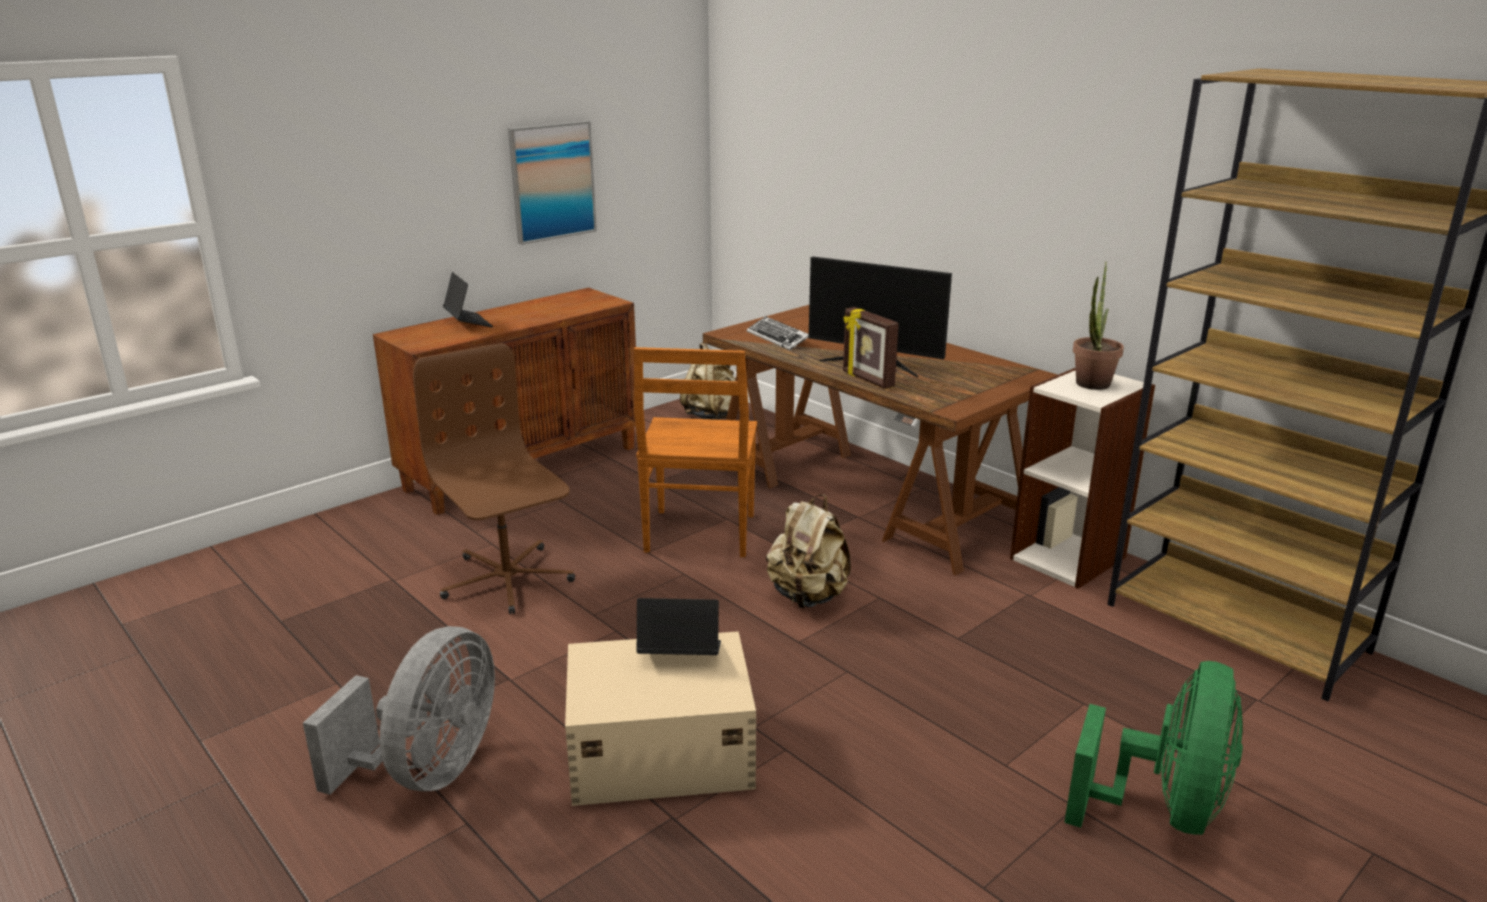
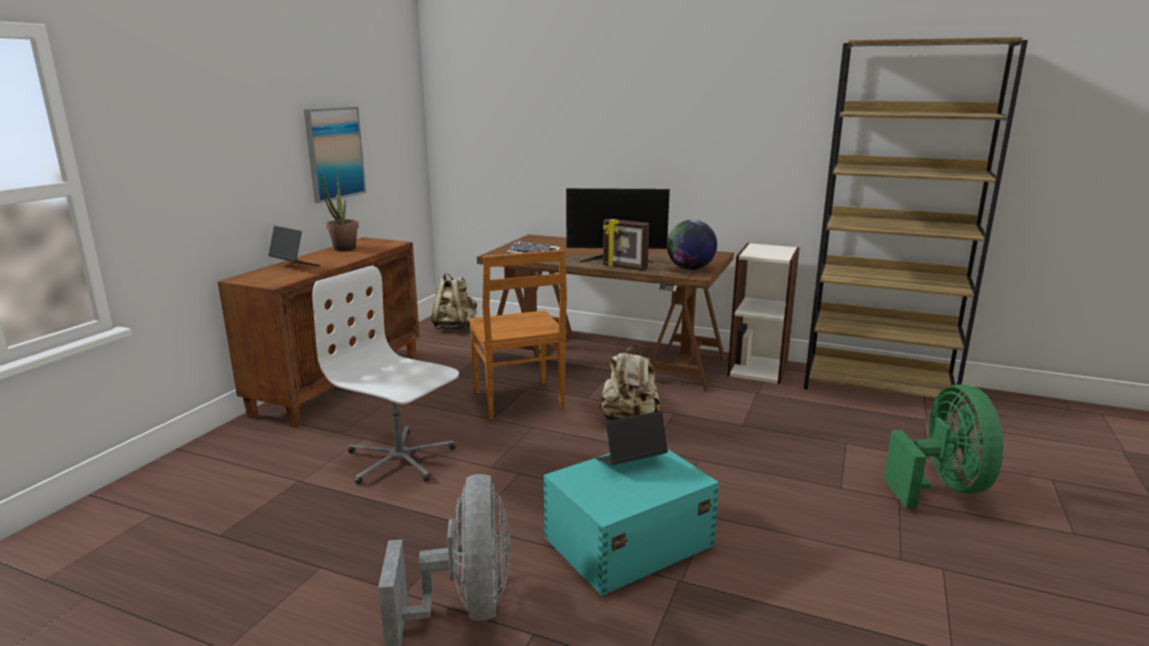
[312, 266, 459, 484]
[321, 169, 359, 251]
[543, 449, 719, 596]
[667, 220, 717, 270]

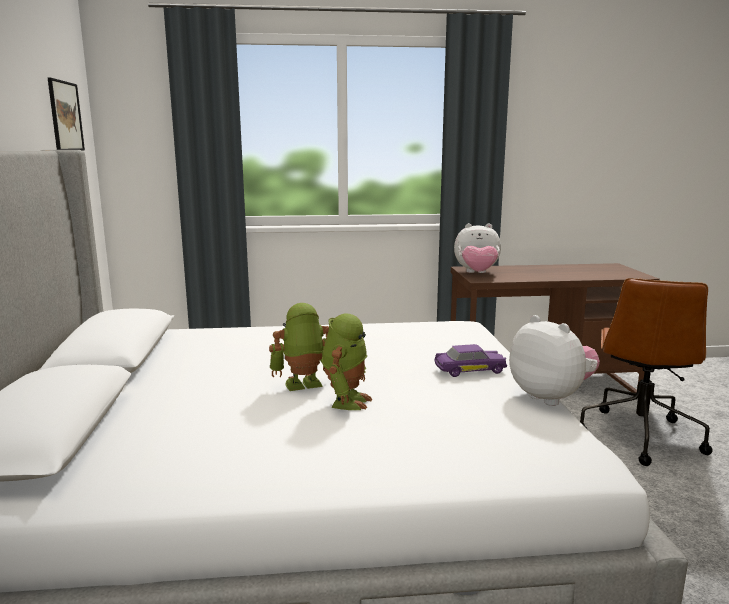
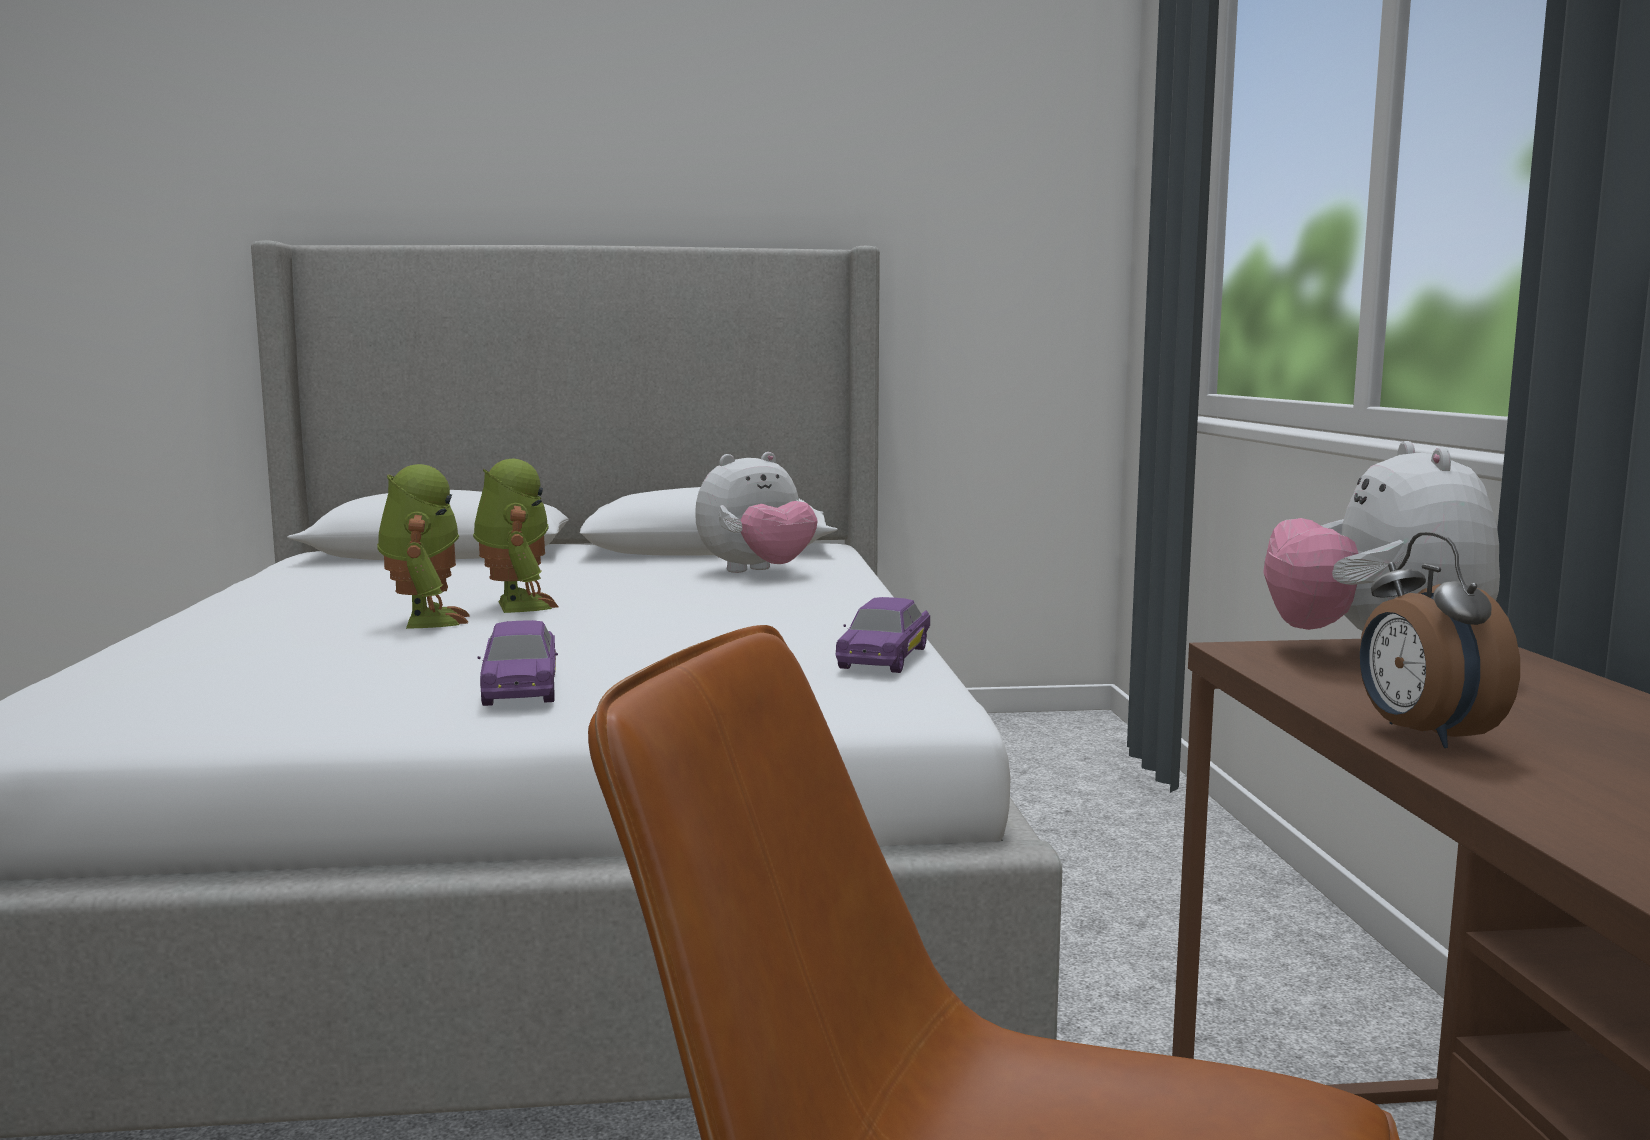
[377, 464, 470, 629]
[695, 452, 818, 573]
[835, 597, 930, 673]
[1359, 532, 1520, 748]
[48, 78, 85, 150] (first image)

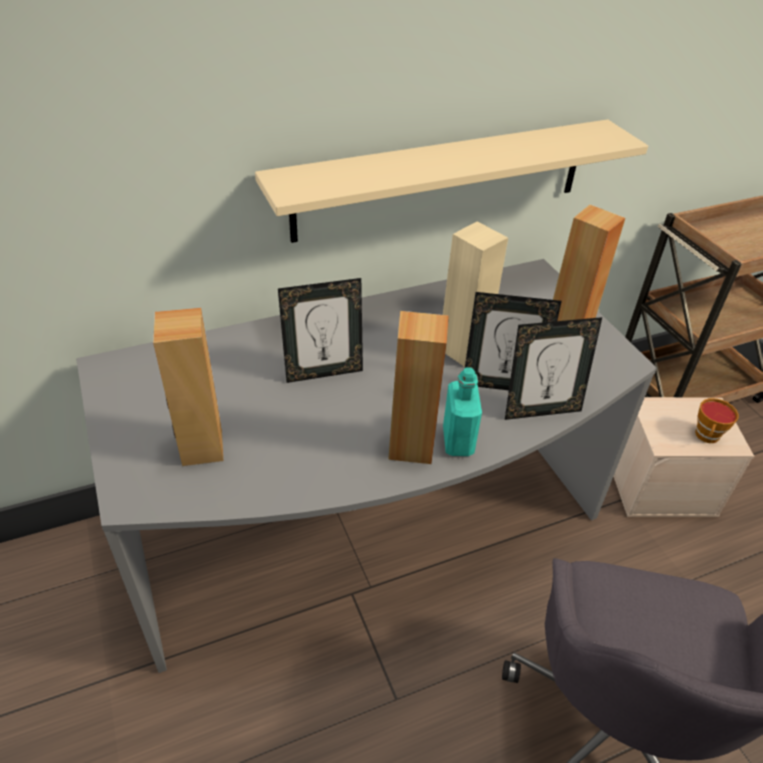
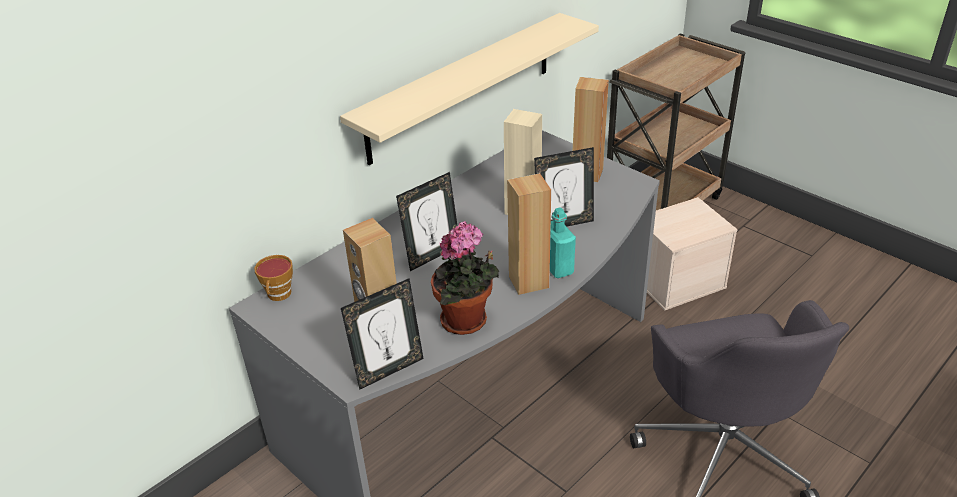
[254, 255, 293, 301]
[341, 278, 424, 390]
[431, 221, 499, 335]

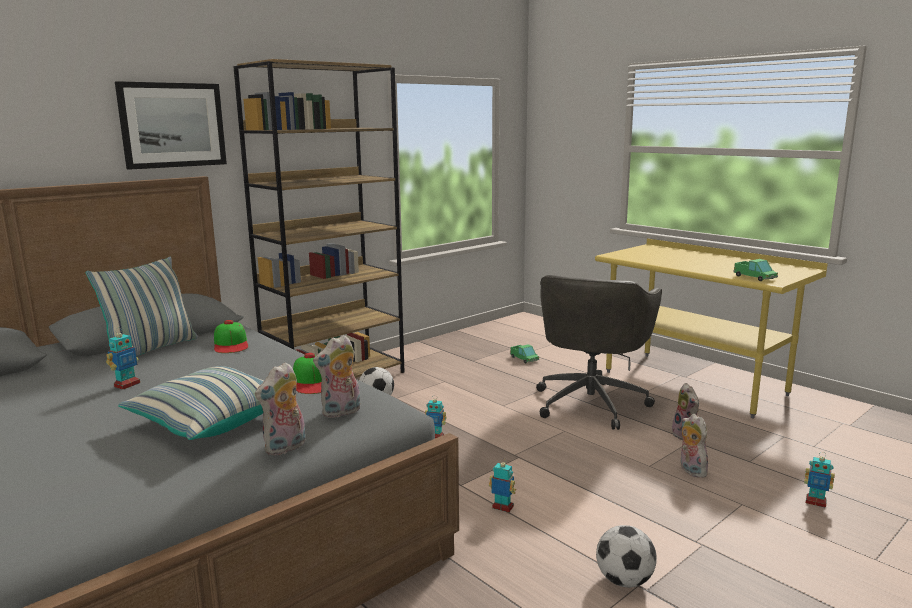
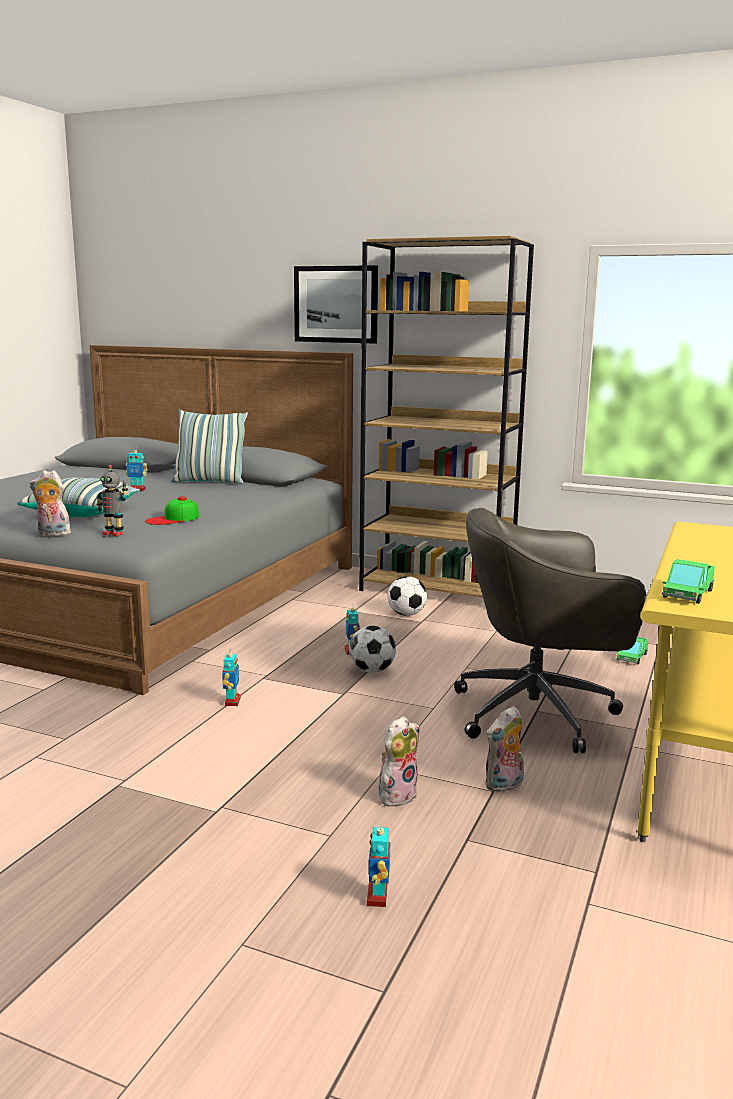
[96, 465, 128, 536]
[349, 626, 396, 673]
[214, 320, 249, 353] (first image)

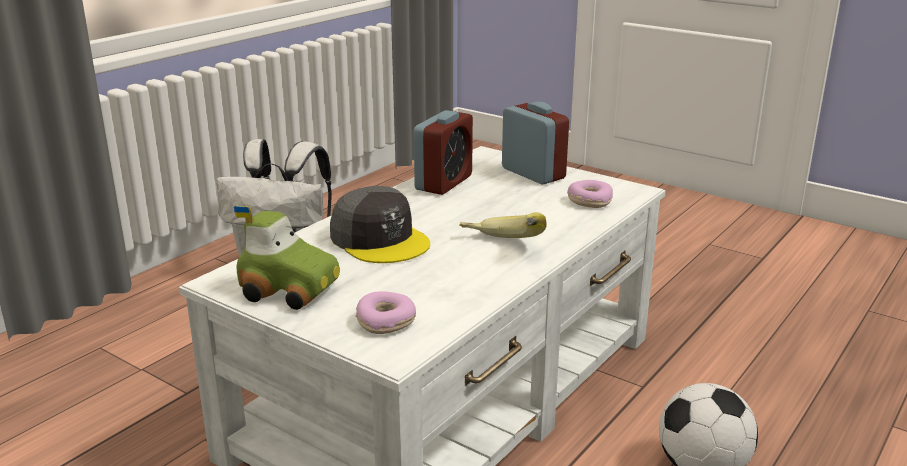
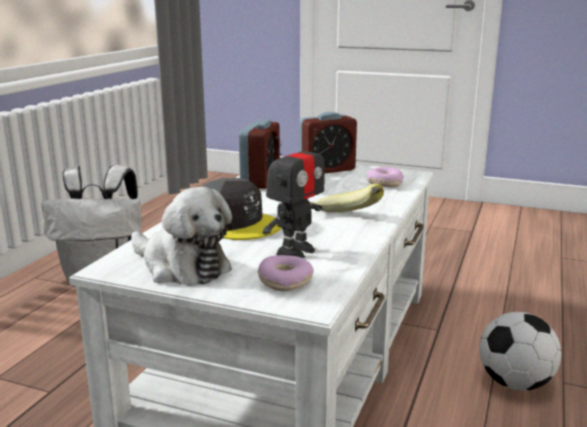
[131, 187, 232, 286]
[263, 129, 325, 258]
[299, 112, 357, 173]

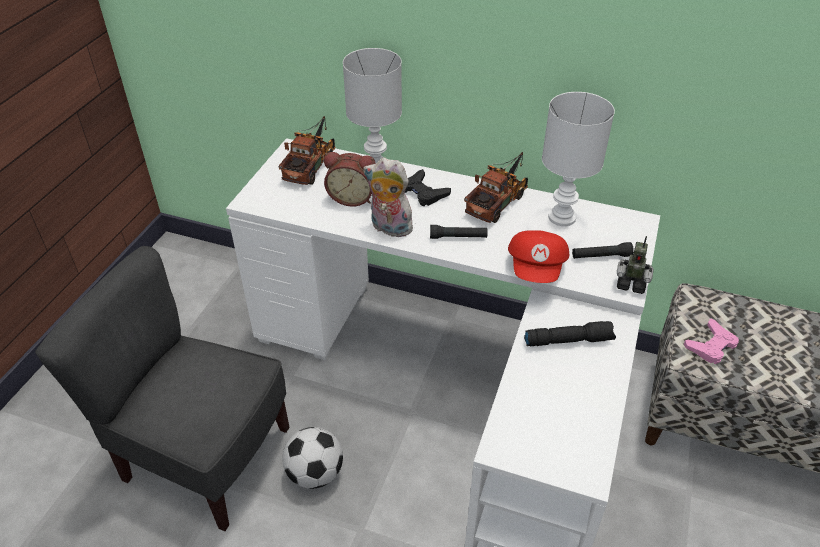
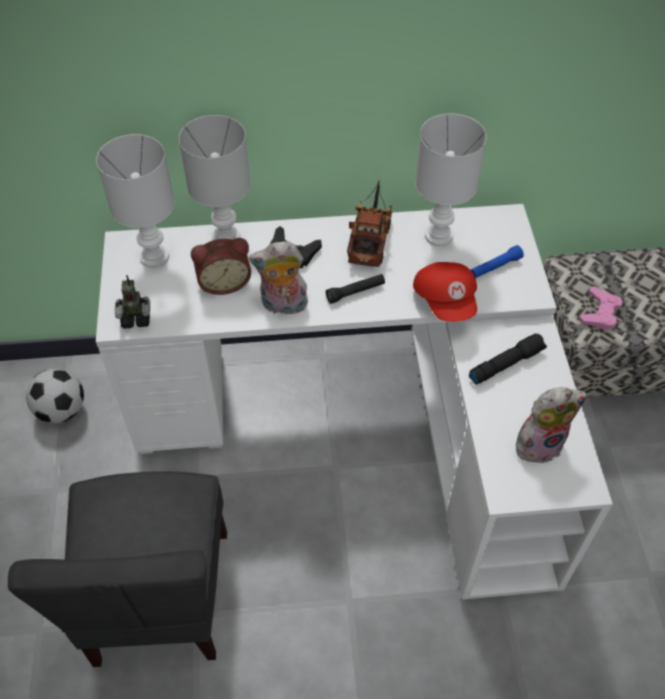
[8, 471, 227, 667]
[26, 369, 84, 423]
[96, 134, 174, 268]
[115, 275, 150, 329]
[471, 245, 524, 279]
[516, 387, 587, 465]

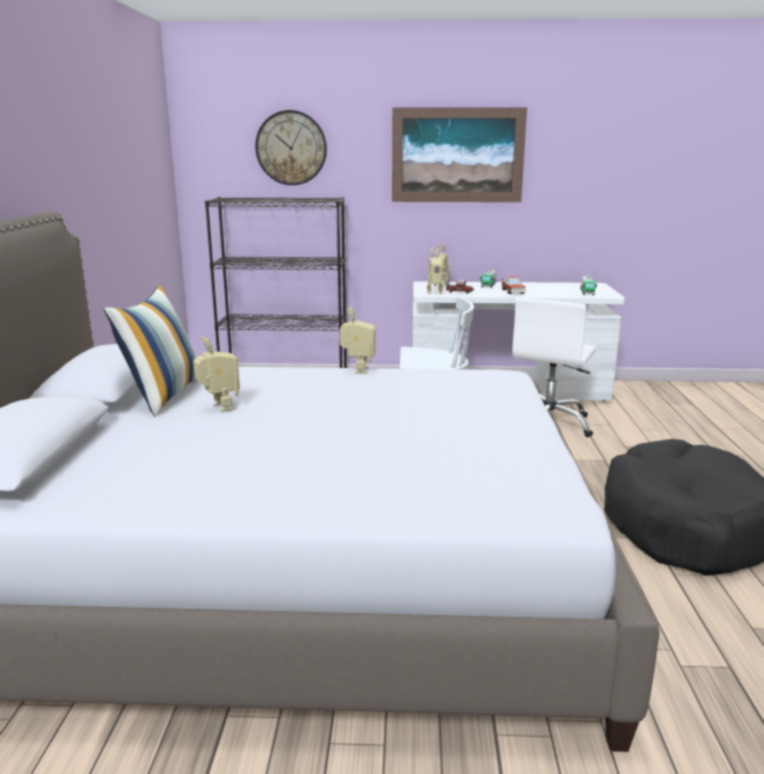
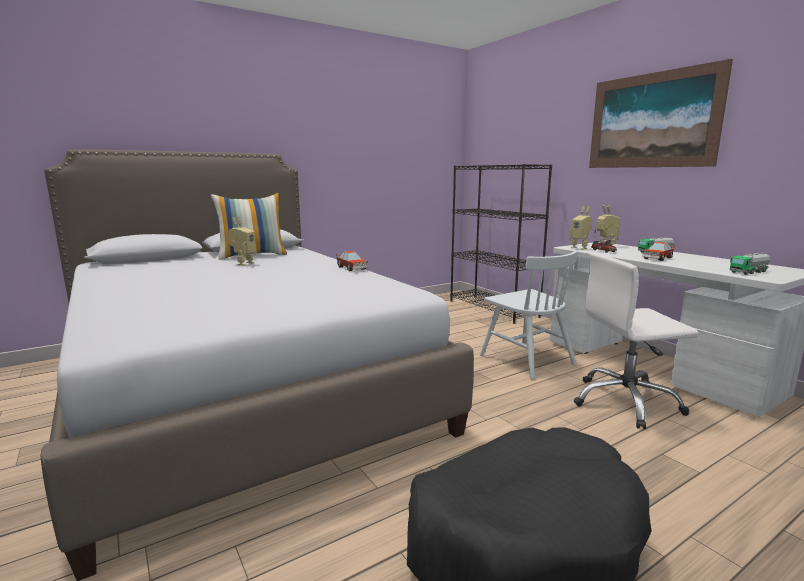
[336, 251, 368, 271]
[255, 110, 327, 185] (first image)

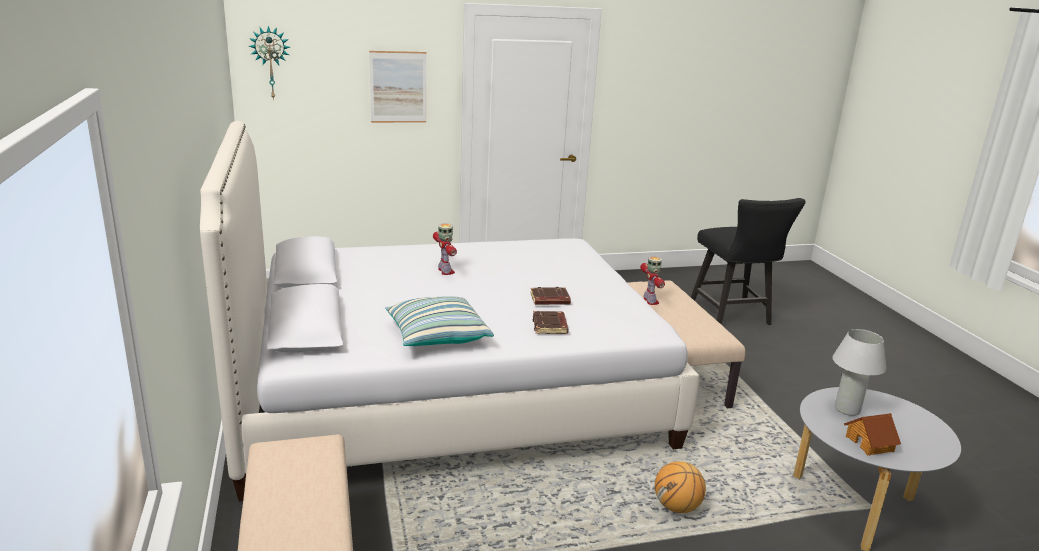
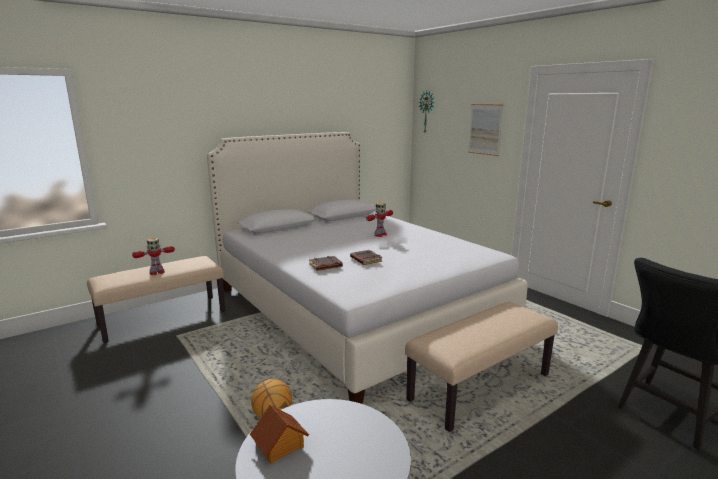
[132, 238, 175, 275]
[385, 296, 494, 346] (first image)
[832, 329, 886, 416] (first image)

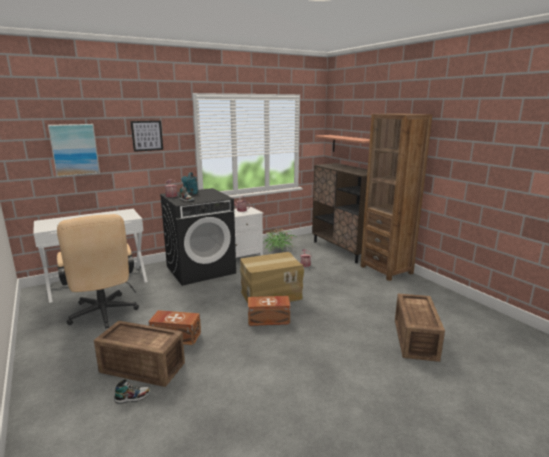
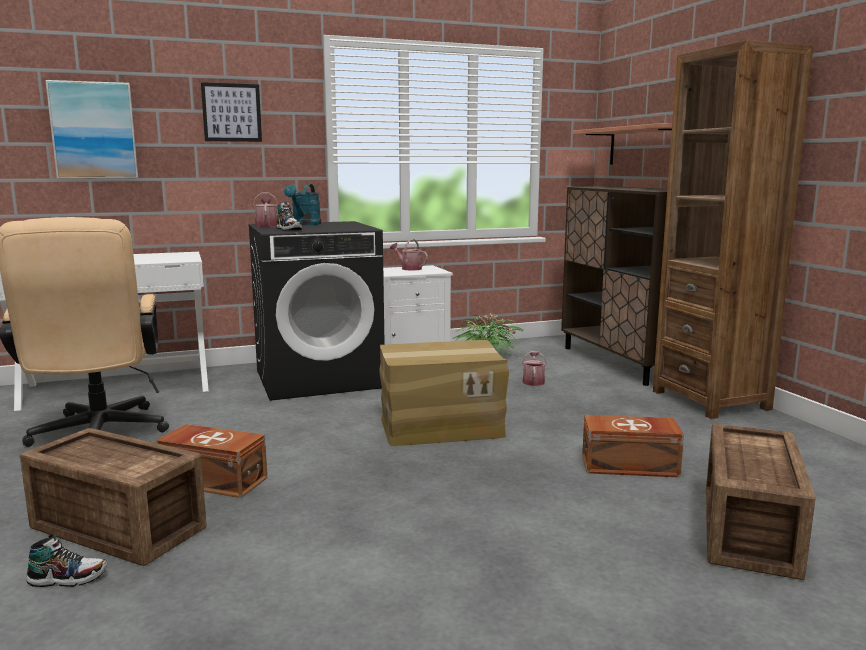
[582, 415, 684, 478]

